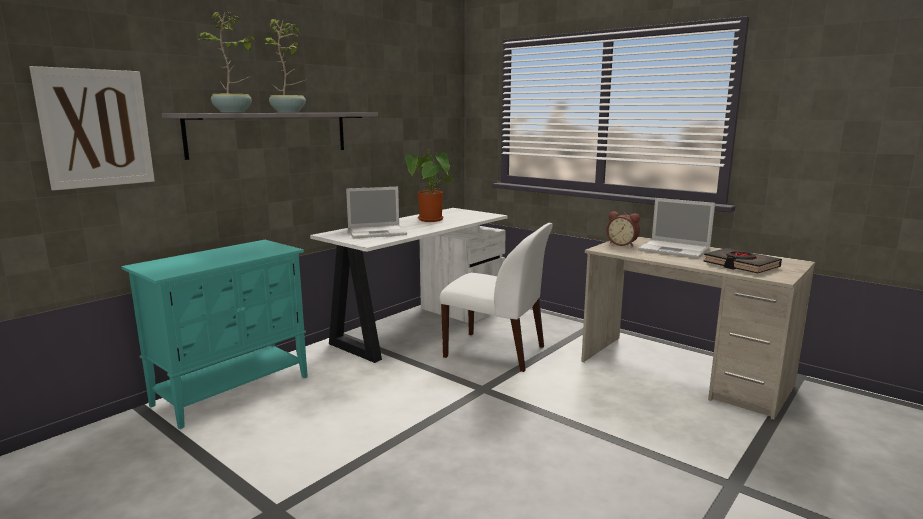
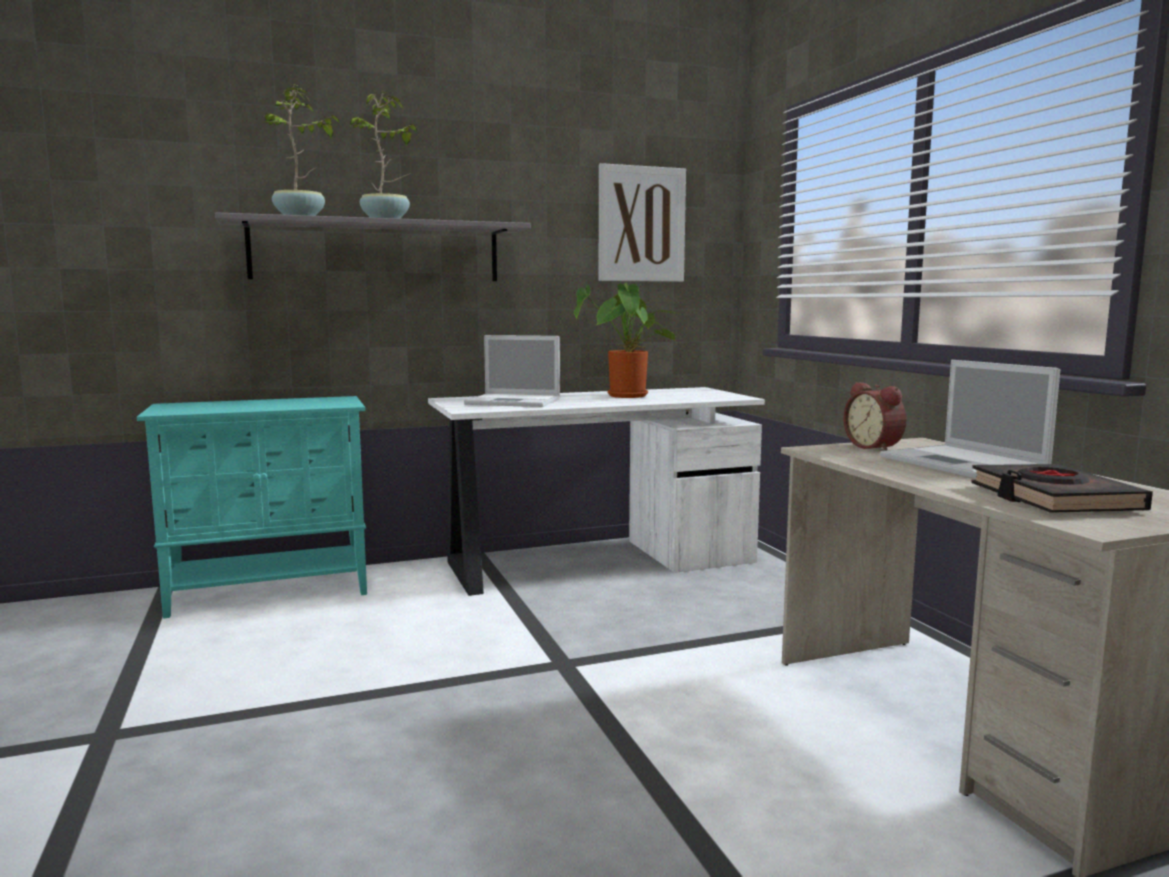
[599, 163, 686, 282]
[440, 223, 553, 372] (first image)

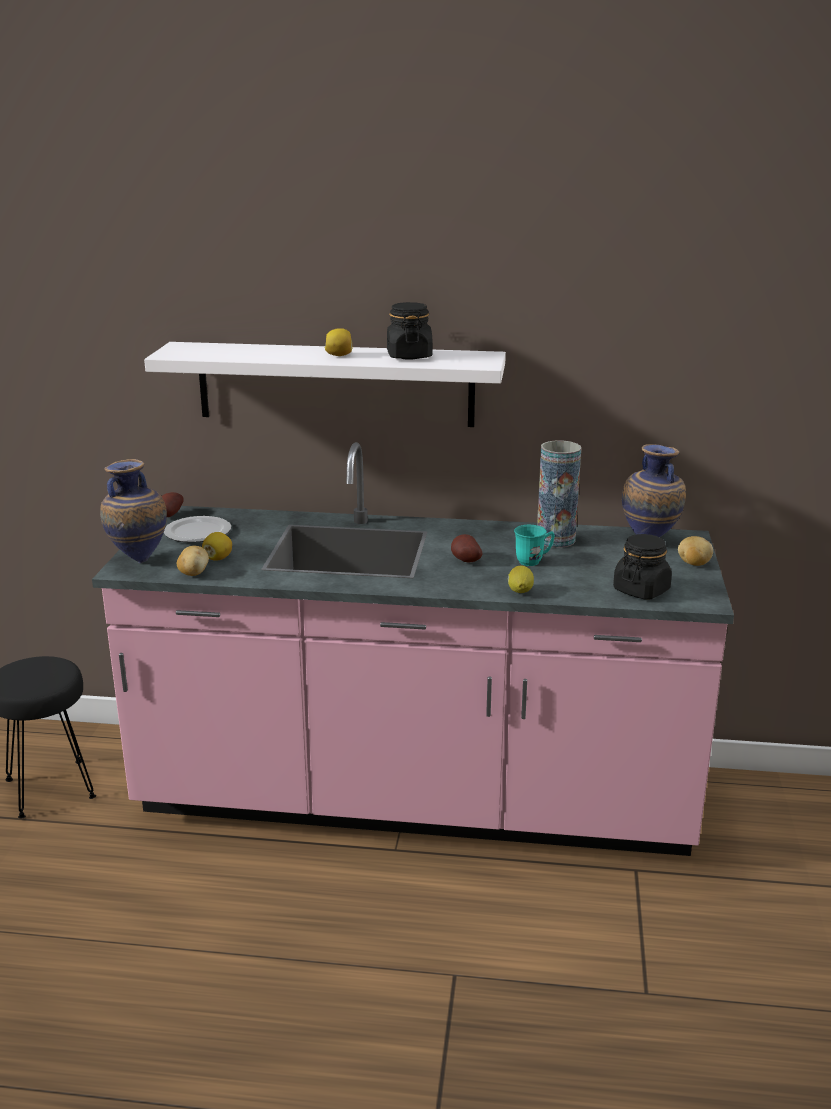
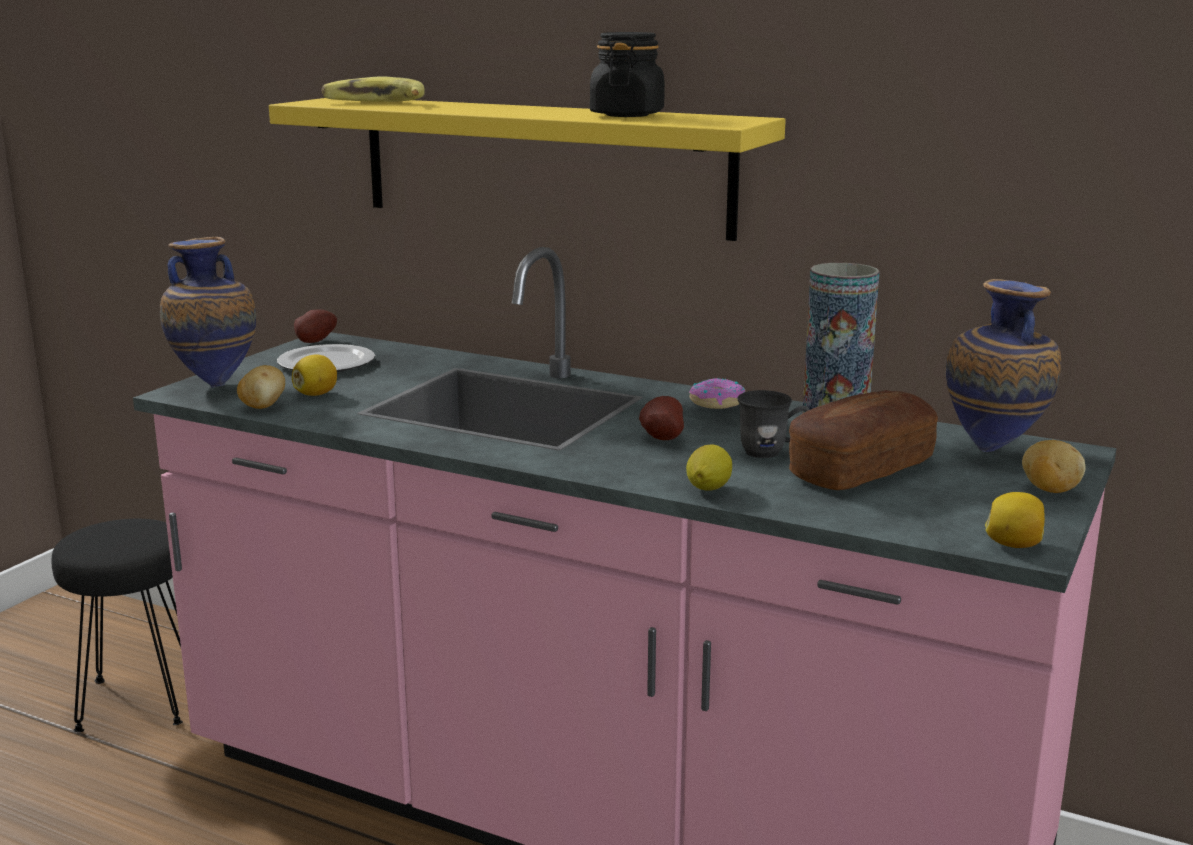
[269, 98, 785, 241]
[322, 76, 425, 102]
[689, 378, 745, 409]
[738, 390, 809, 458]
[789, 390, 938, 490]
[985, 492, 1045, 548]
[613, 534, 672, 600] (first image)

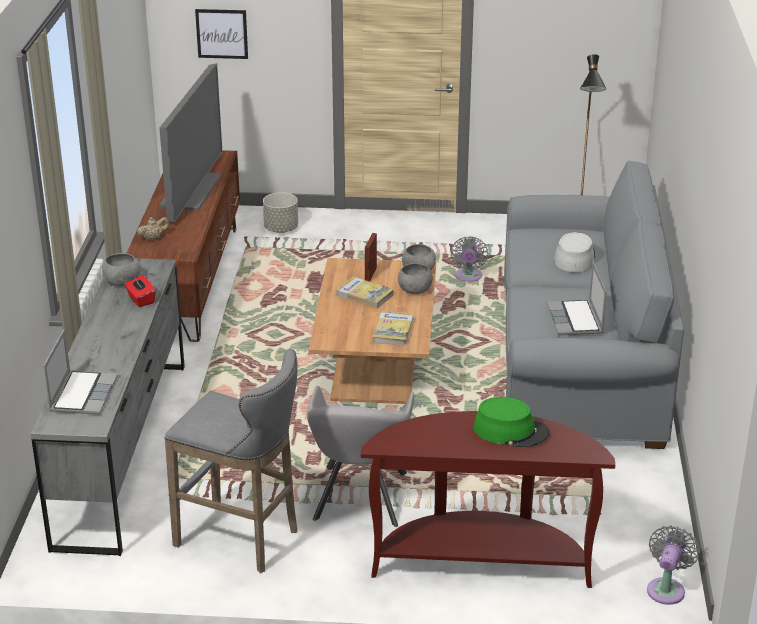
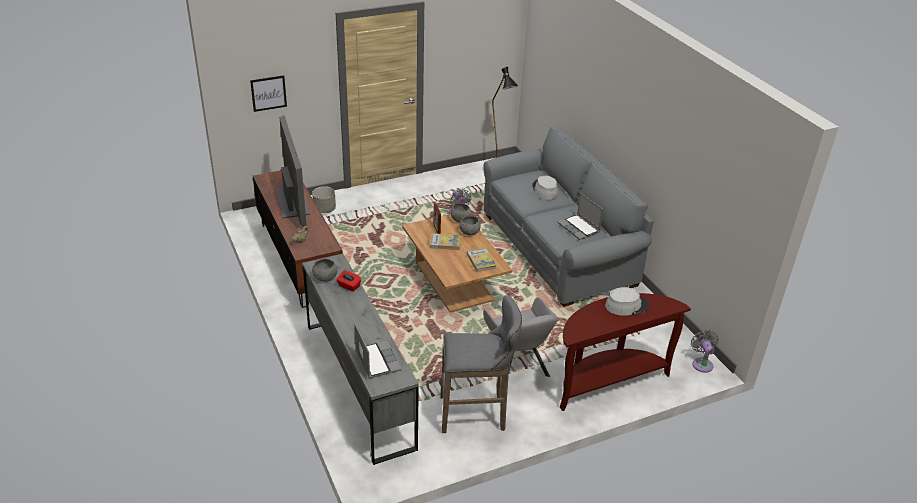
[605, 287, 649, 316]

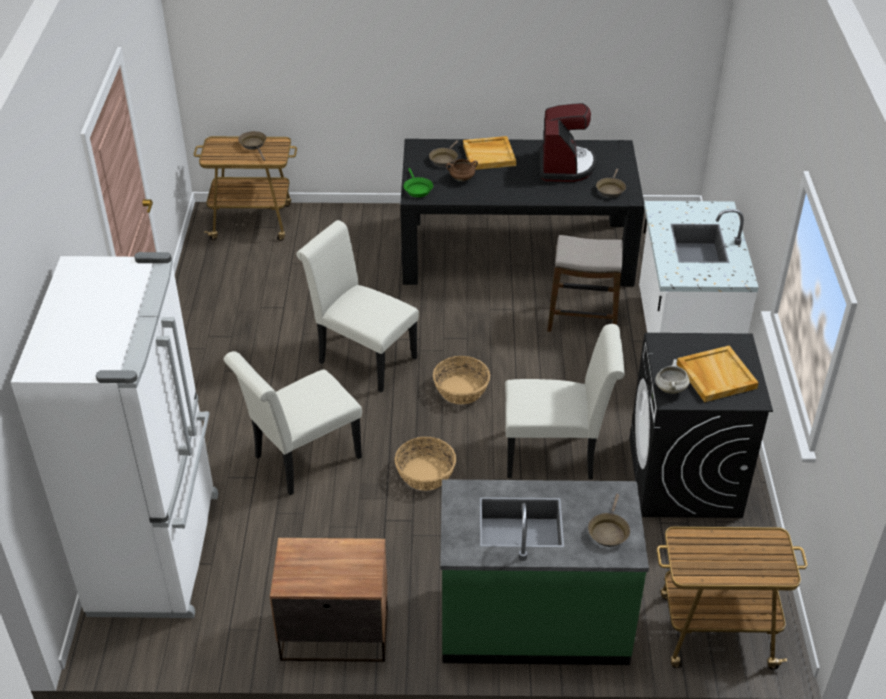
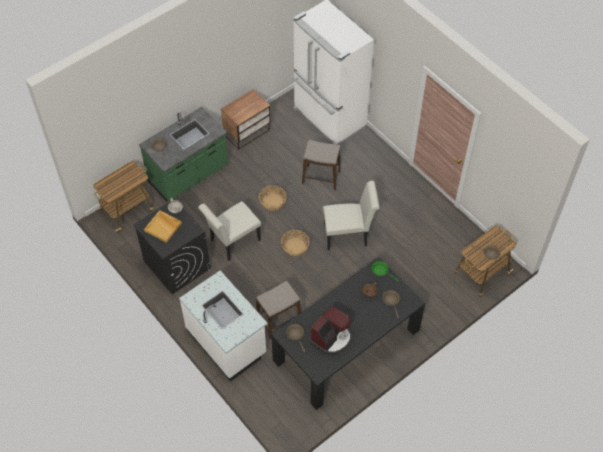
[302, 140, 341, 190]
[310, 306, 352, 355]
[463, 136, 516, 170] (first image)

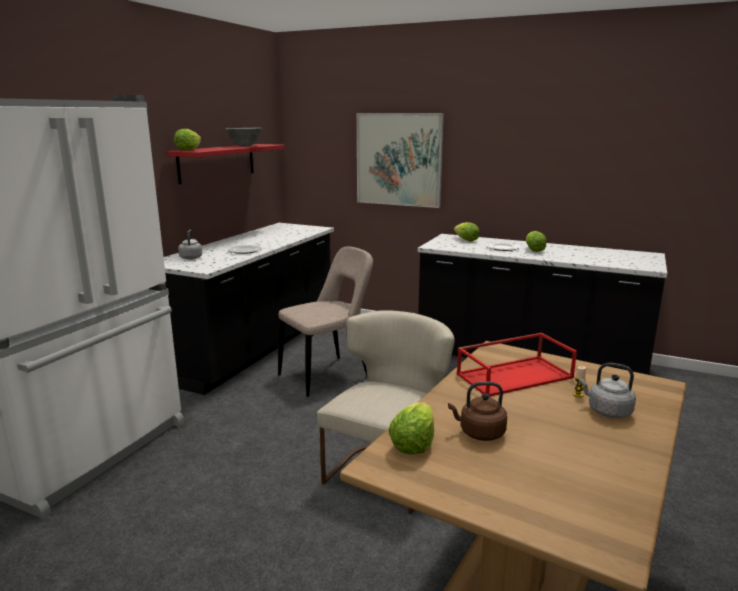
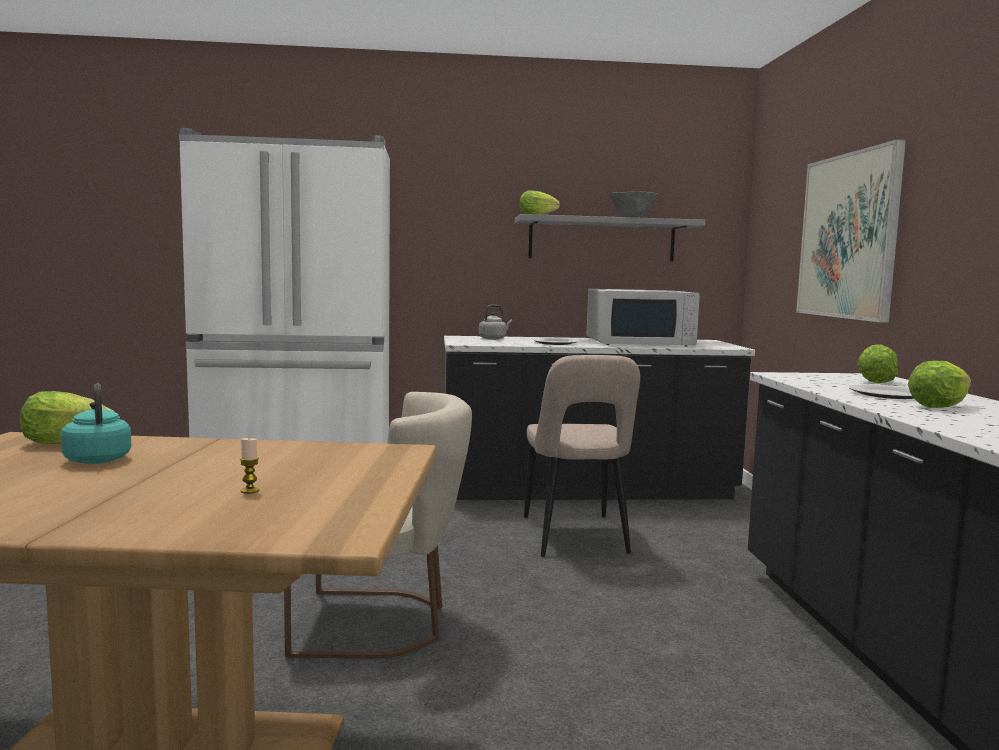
[61, 384, 131, 464]
[515, 214, 705, 262]
[524, 355, 640, 557]
[587, 289, 700, 346]
[456, 333, 577, 397] (first image)
[579, 363, 636, 418] (first image)

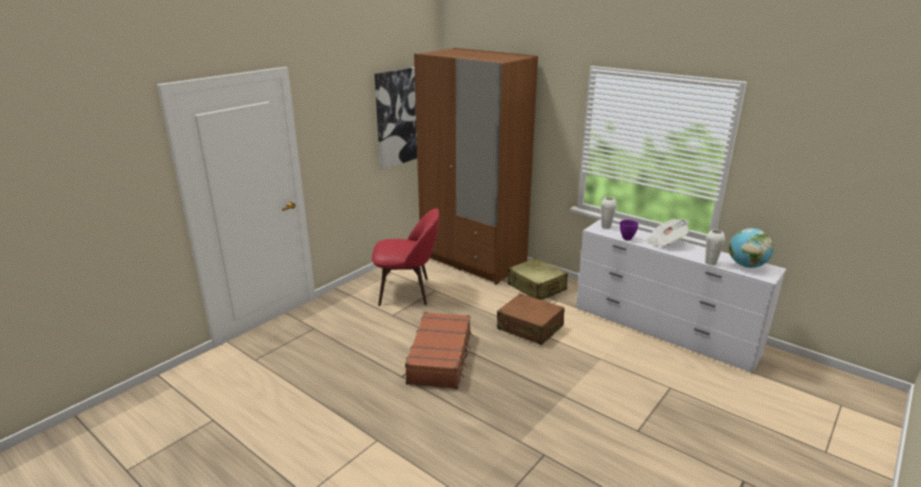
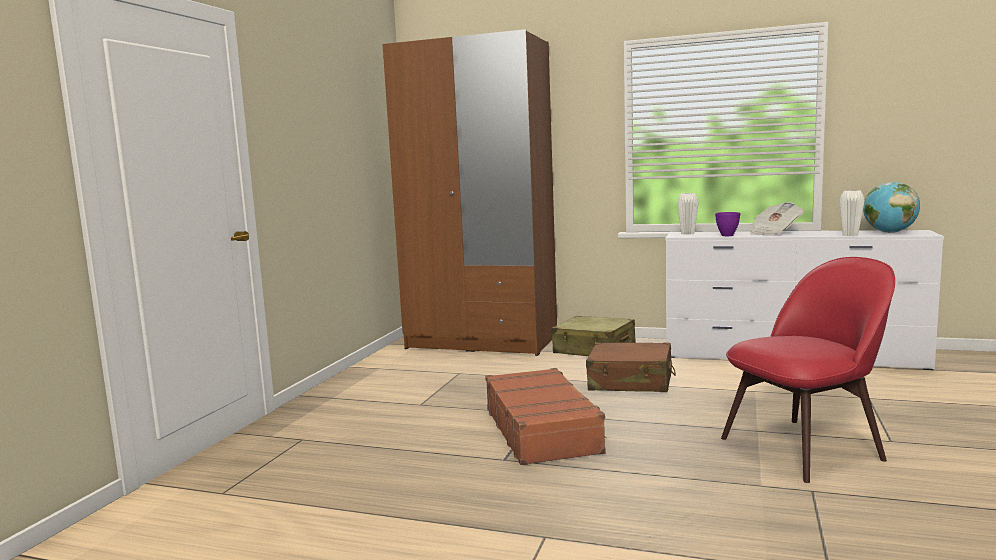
[721, 257, 895, 483]
[374, 67, 417, 170] (first image)

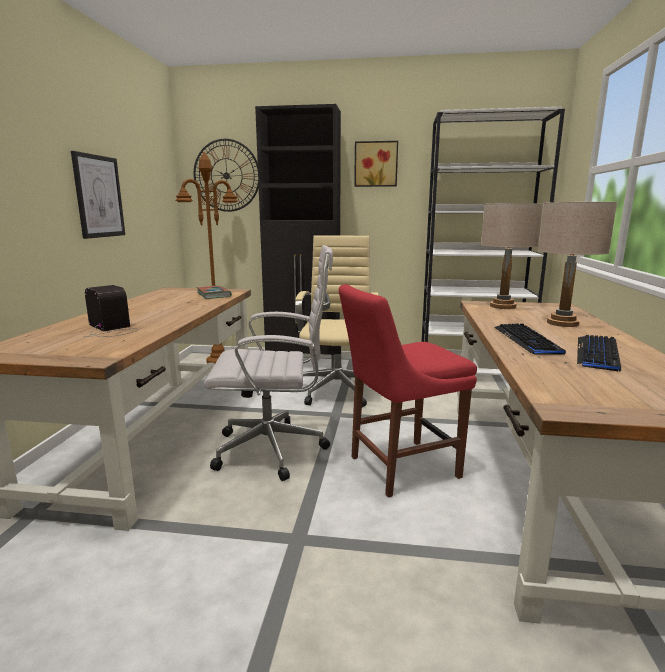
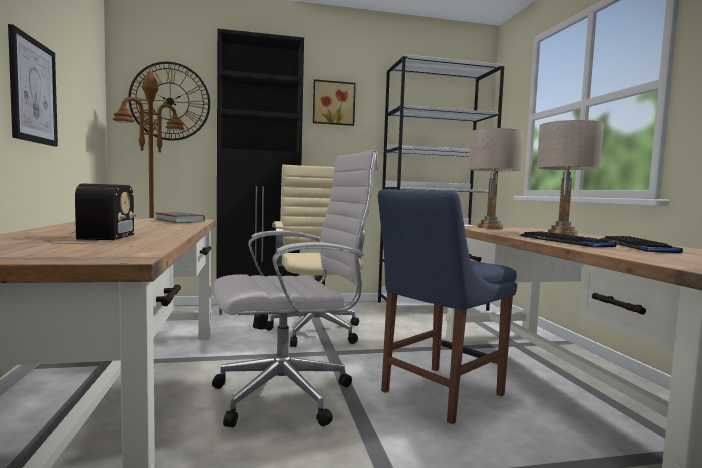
[38, 183, 136, 244]
[378, 189, 517, 424]

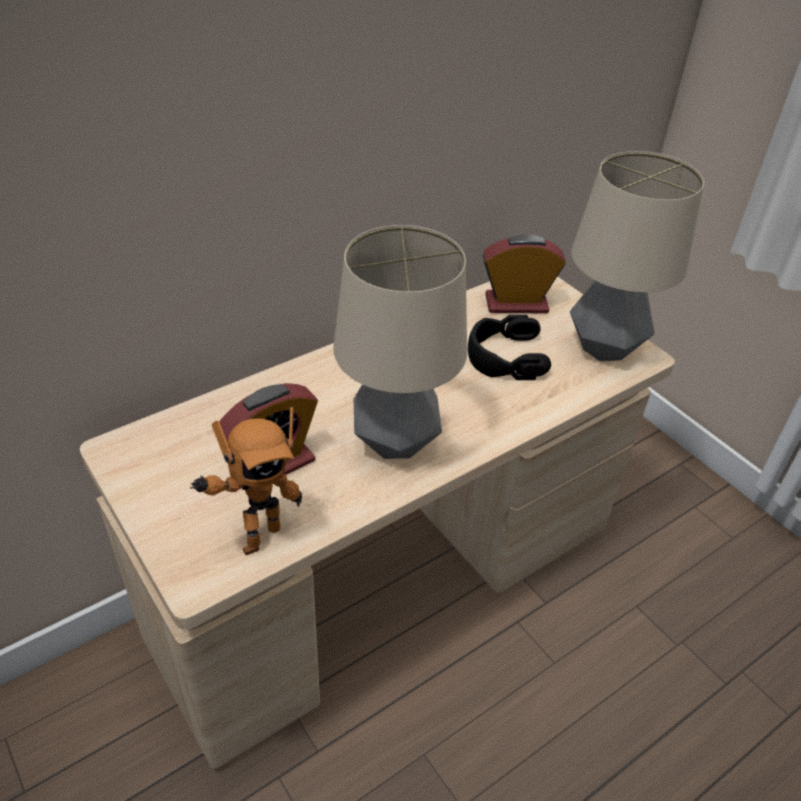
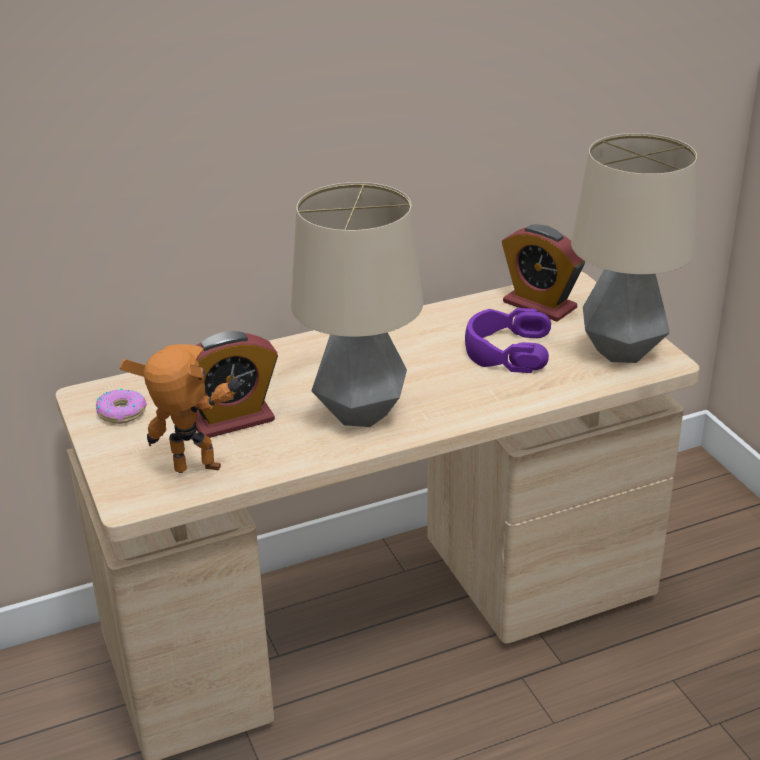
[96, 388, 147, 424]
[120, 344, 245, 473]
[465, 308, 551, 373]
[502, 224, 585, 322]

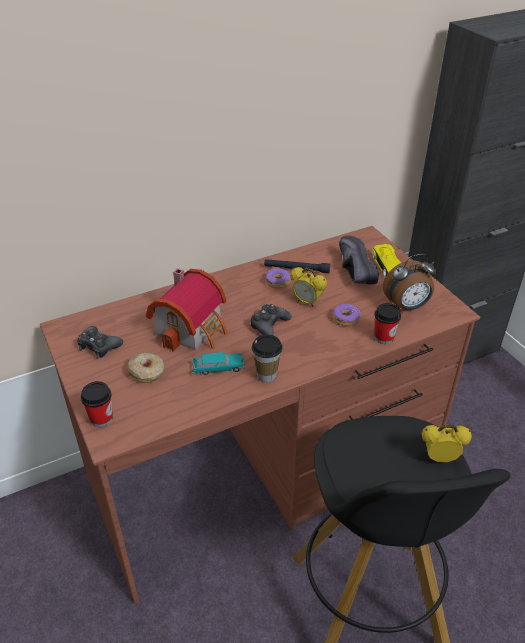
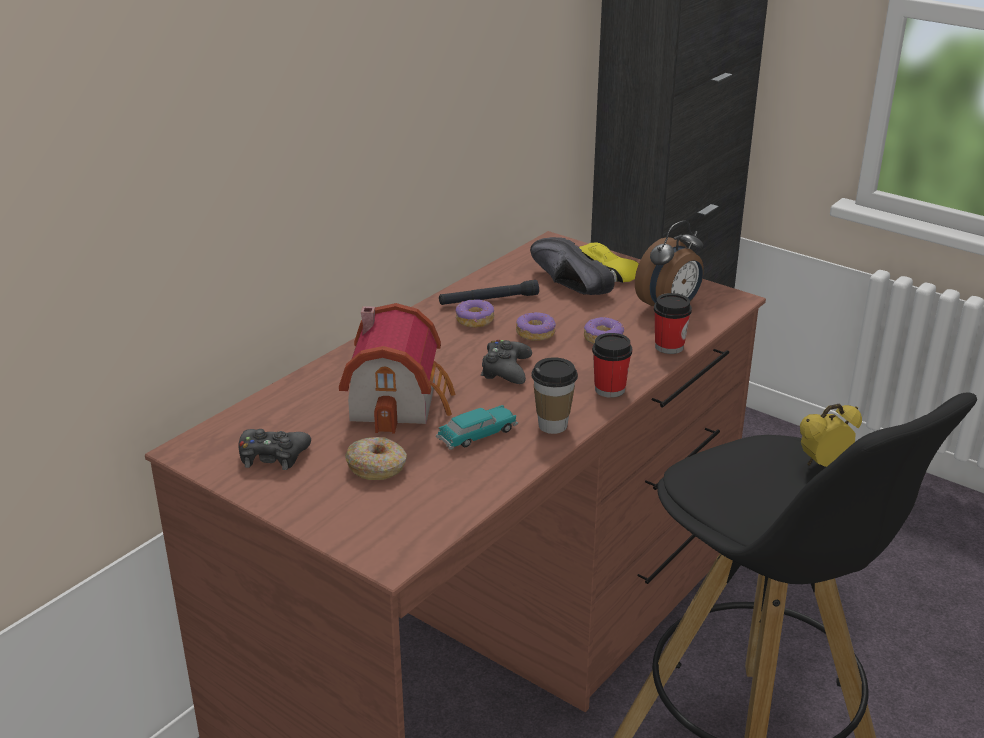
[516, 312, 556, 341]
[592, 333, 632, 398]

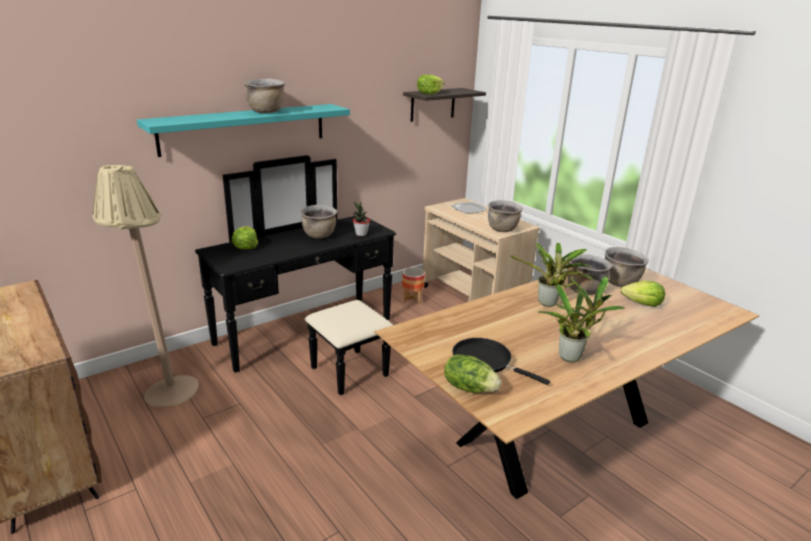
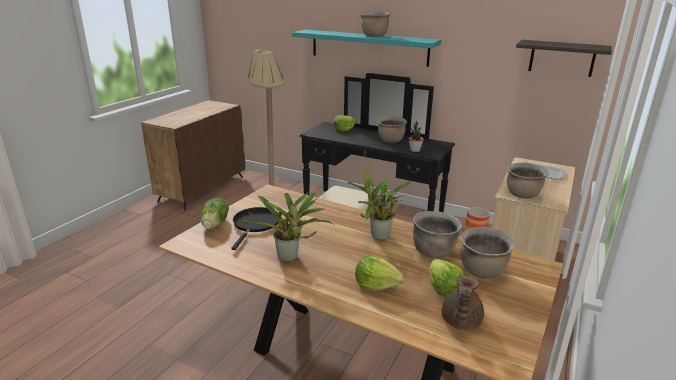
[355, 255, 404, 290]
[441, 276, 484, 330]

